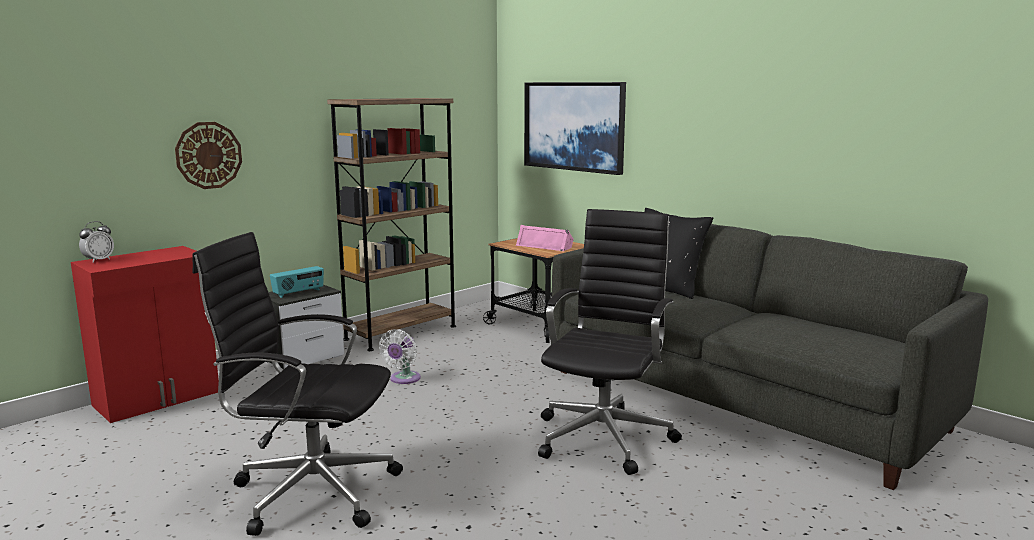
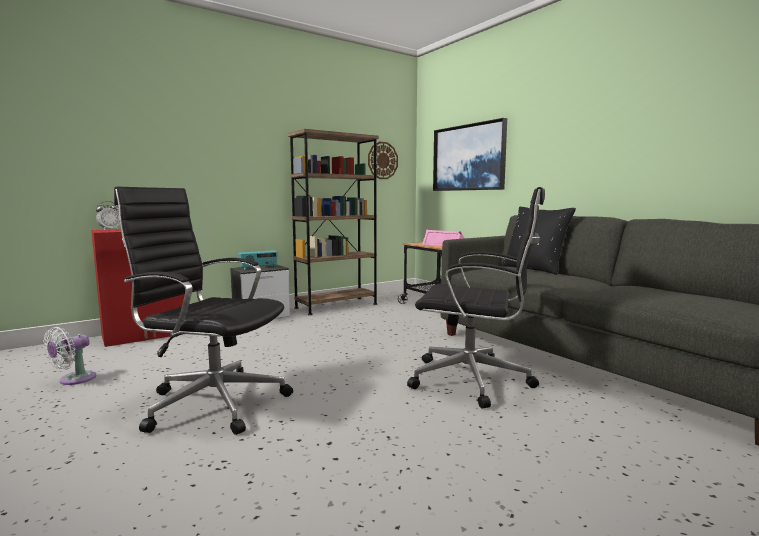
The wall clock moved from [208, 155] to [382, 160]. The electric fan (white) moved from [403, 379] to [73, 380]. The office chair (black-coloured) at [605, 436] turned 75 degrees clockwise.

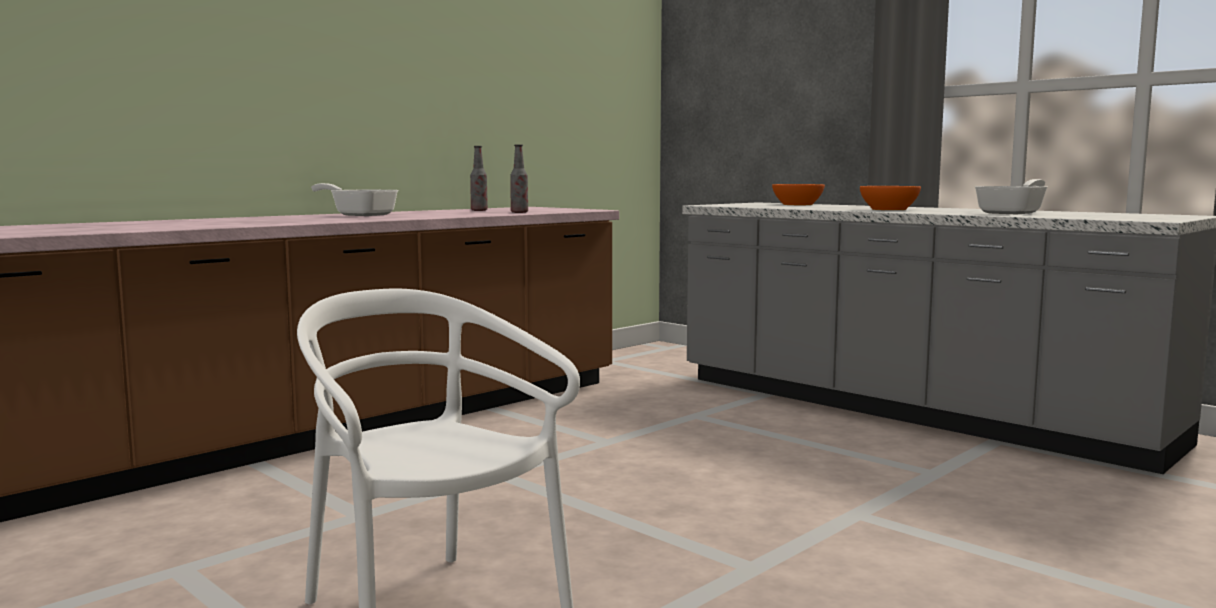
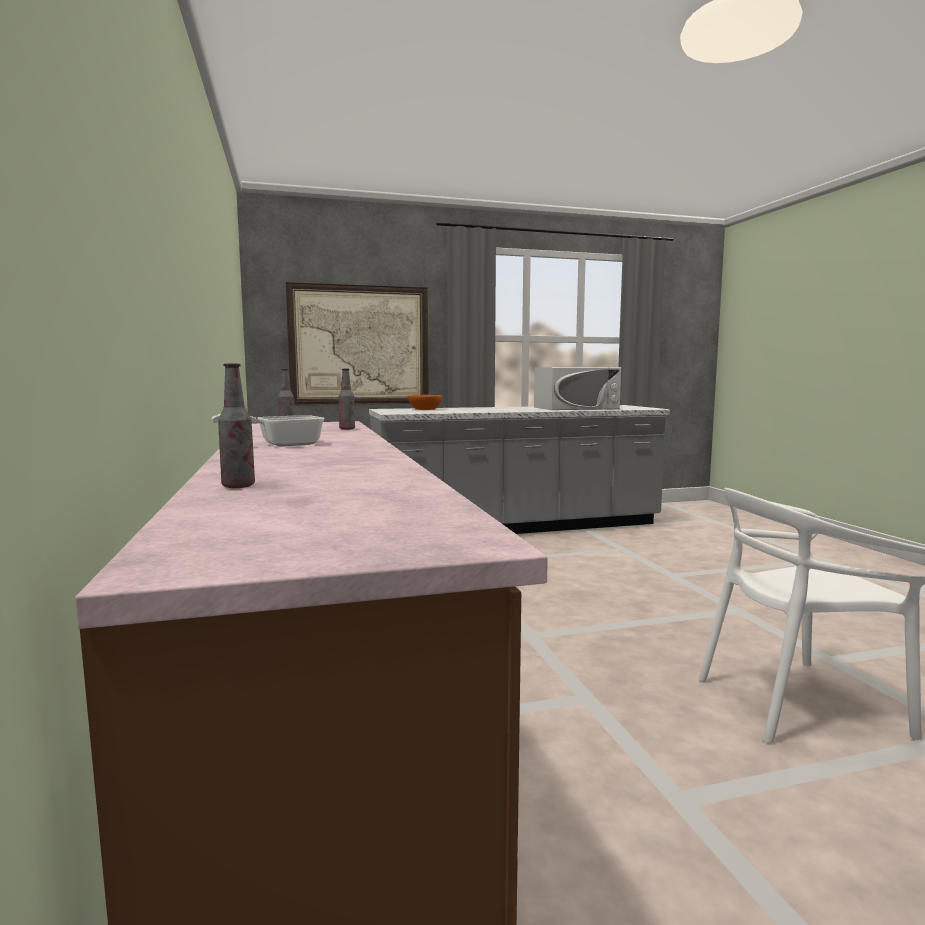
The deep dish (orangey) at [889, 209] disappeared. The drink bottle at [238, 486] appeared. The wall picture at [359, 345] appeared. The pan at [1014, 213] was replaced by the kitchen microwave (white) at [576, 408].

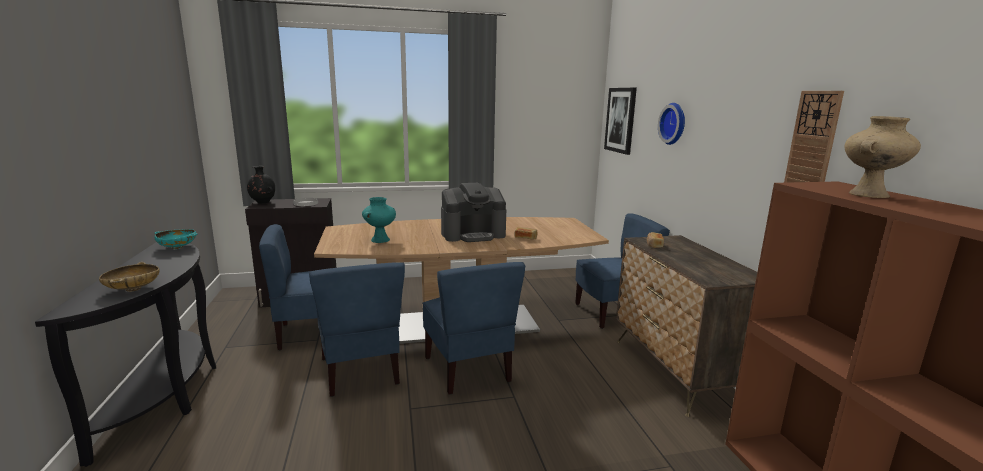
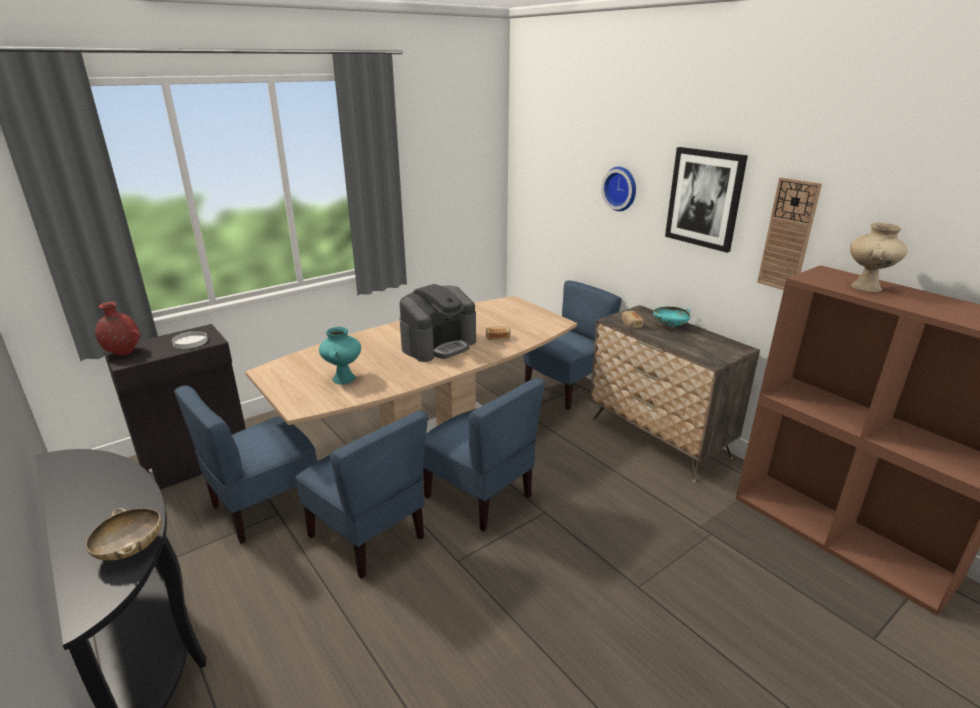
The deep dish (blue-green) moved from [178, 247] to [670, 325]. The wall picture moved from [620, 120] to [704, 198]. The flower vase (black-coloured) at [262, 202] became the flower vase (reddish) at [123, 353].

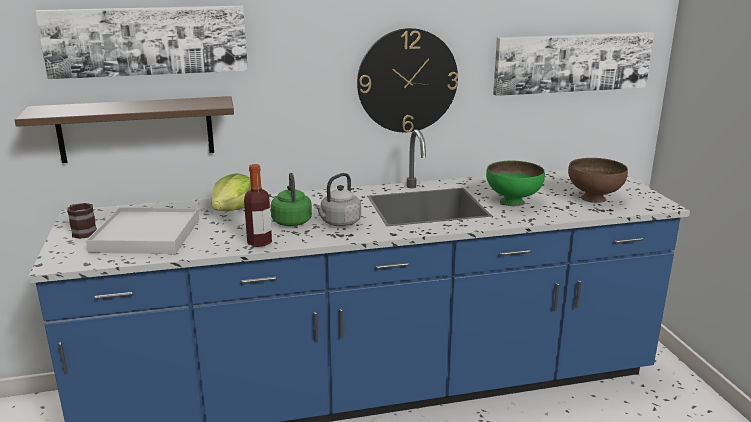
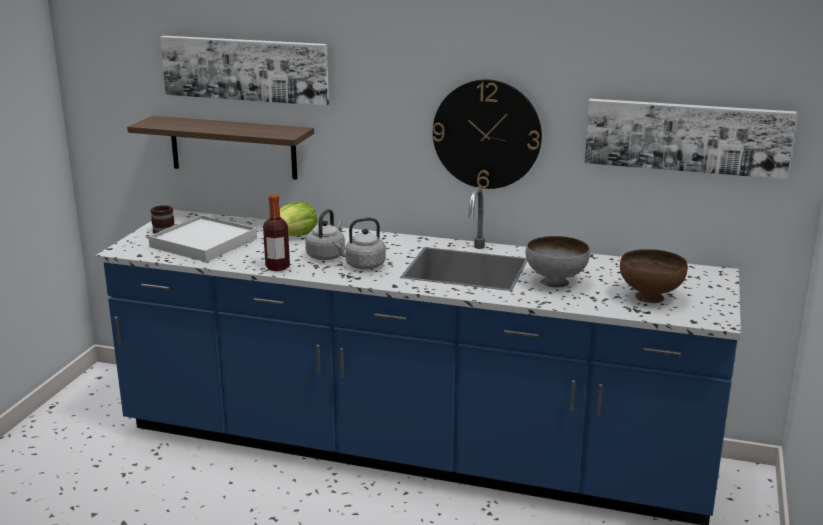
The kettle (greenish) at [291, 221] became the kettle (grey) at [326, 255]. The deep dish (greenish) at [513, 202] became the deep dish (grey) at [555, 282].

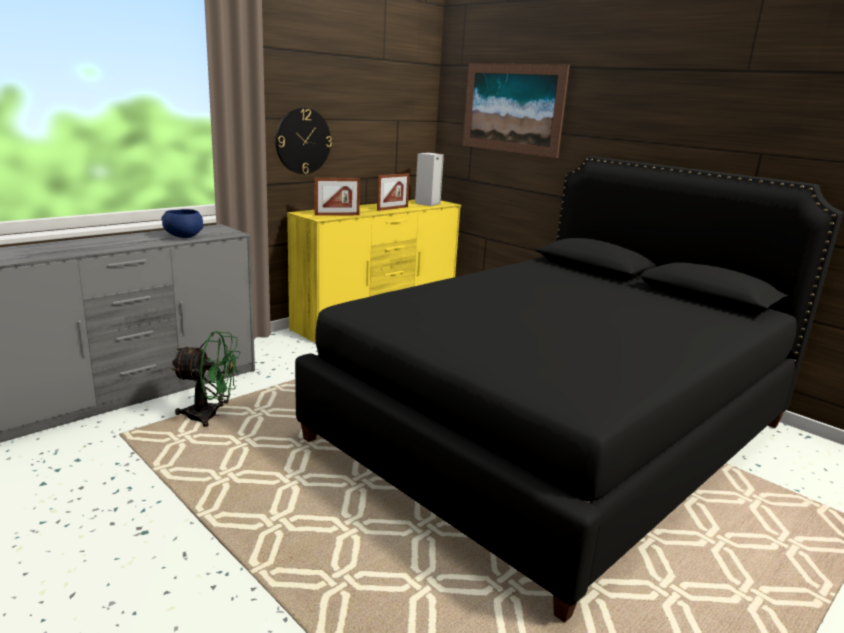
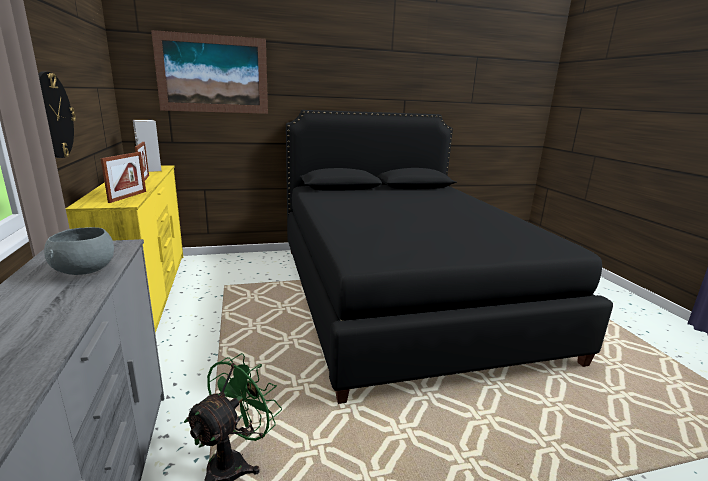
The deep dish (bluish) at [183, 237] became the deep dish (grey) at [84, 272].

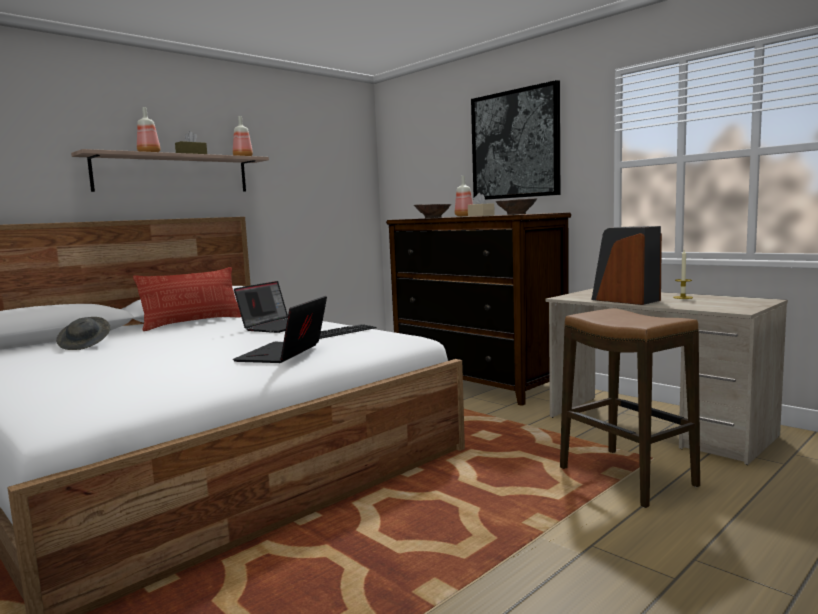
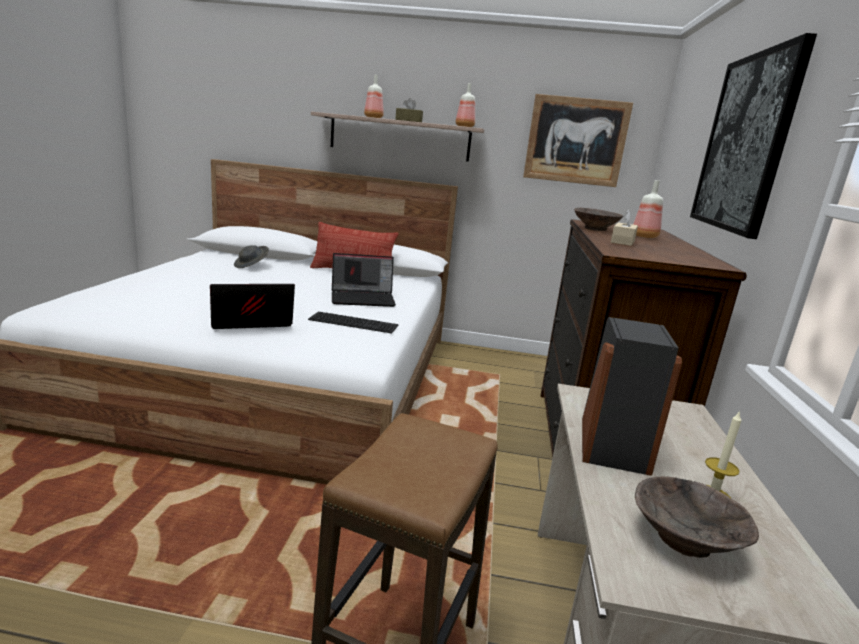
The wall picture at [576, 141] appeared. The deep dish (brown-coloured) moved from [516, 214] to [686, 540].

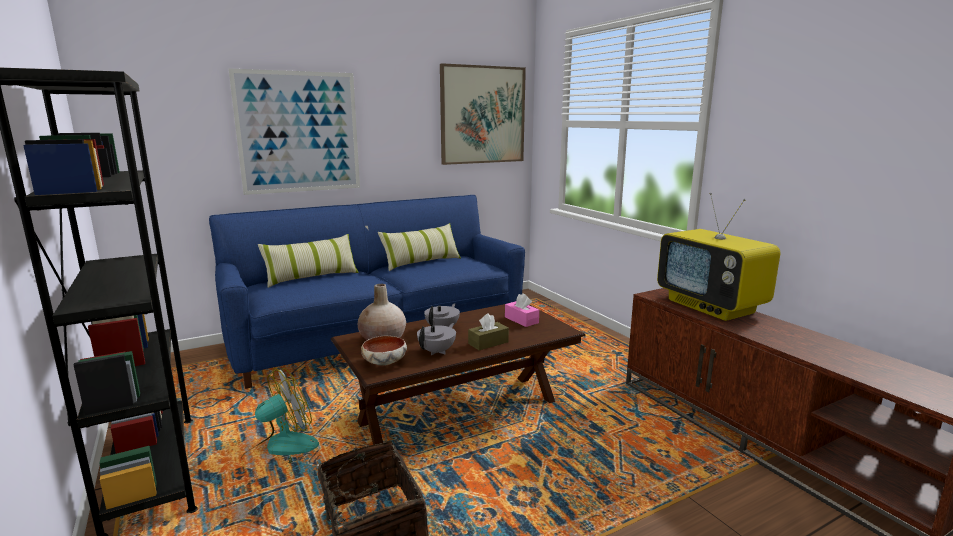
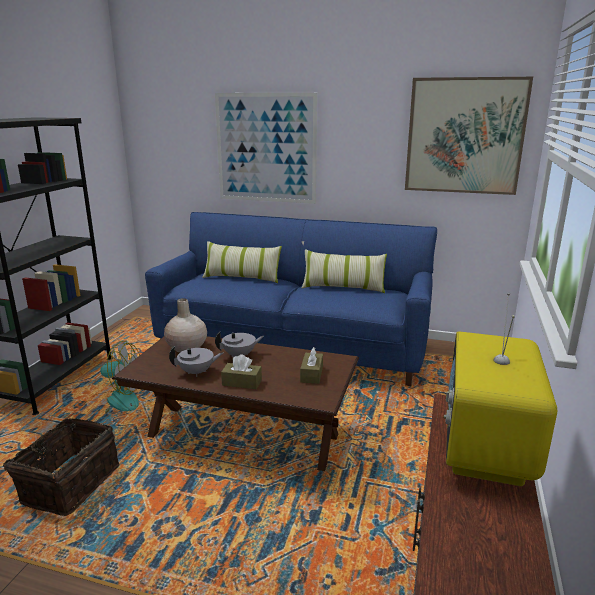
The deep dish at [385, 362] disappeared. The tissue holder (pinkish) at [521, 320] became the tissue holder (brown-coloured) at [311, 374].

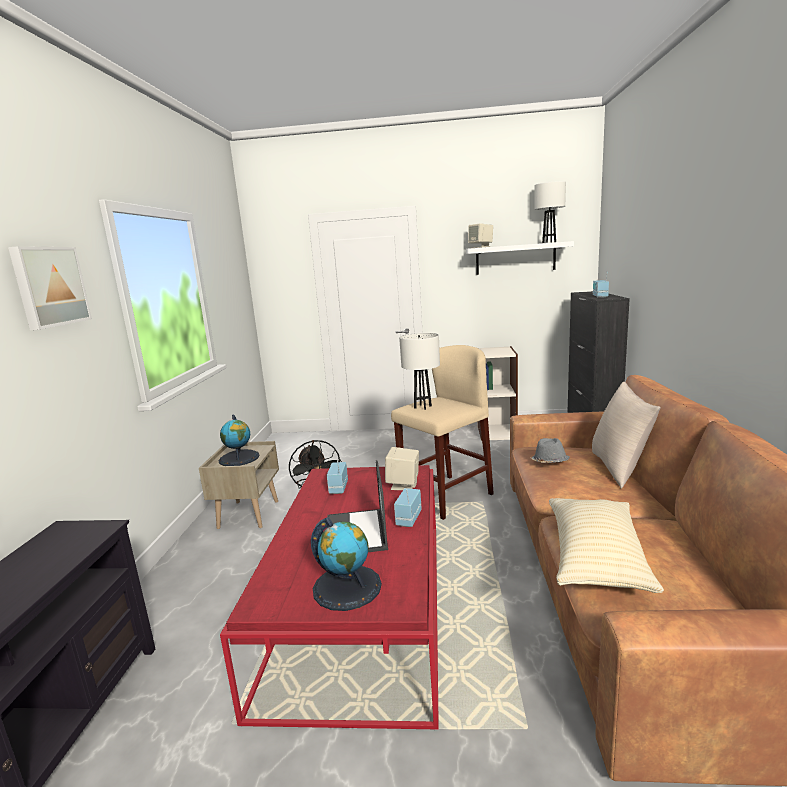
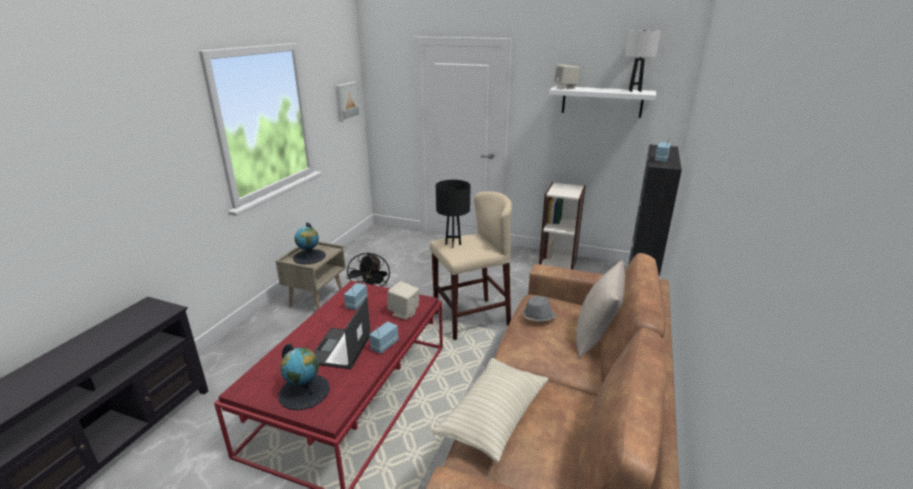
The wall picture moved from [49, 286] to [346, 101]. The table lamp (white) at [423, 407] became the table lamp (black-coloured) at [453, 244].

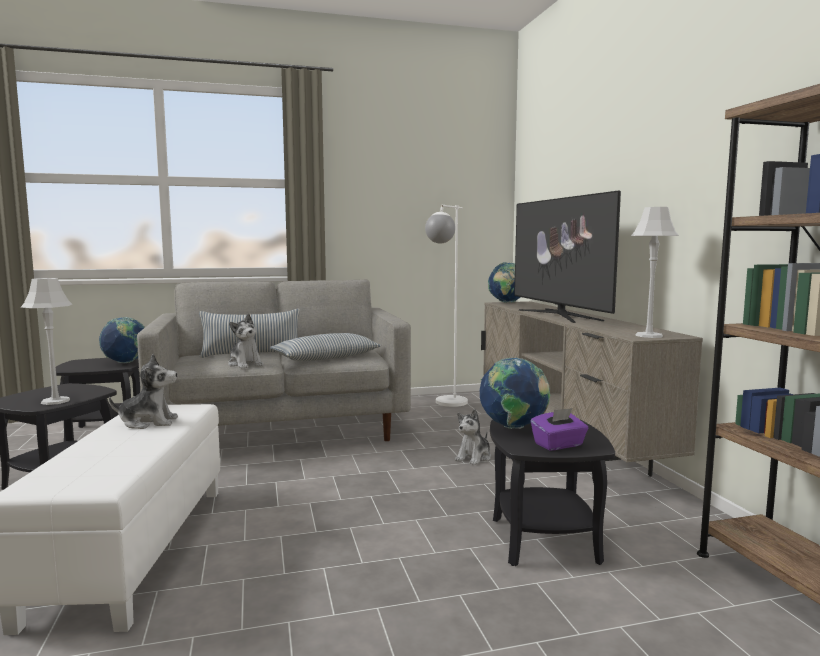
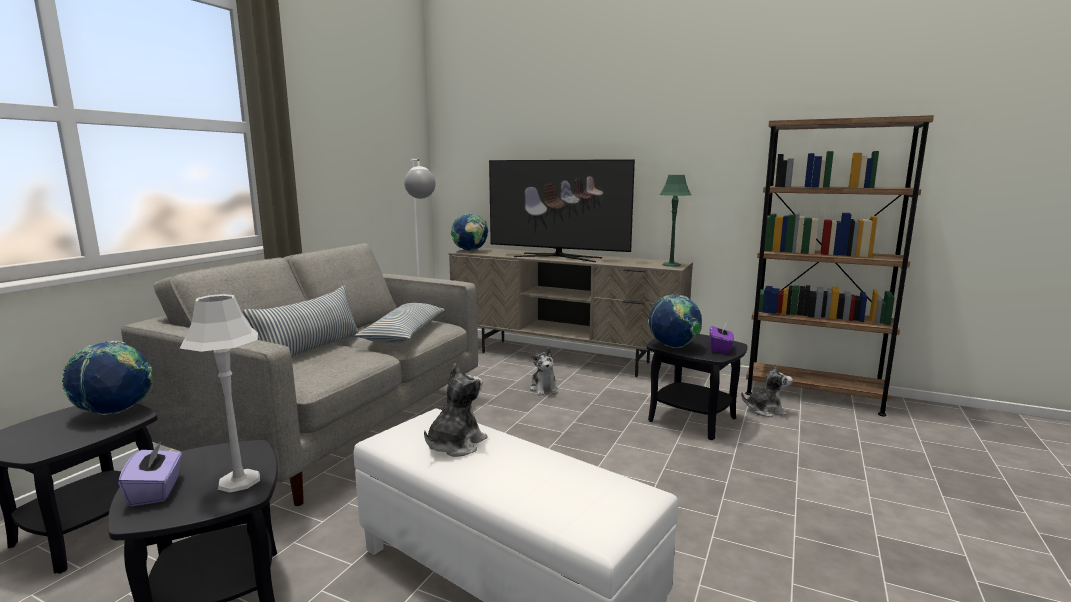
The tissue holder (purple) at [156, 491] appeared. The plush toy moved from [245, 364] to [765, 410]. The table lamp (grey) at [648, 335] became the table lamp (greenish) at [671, 265].

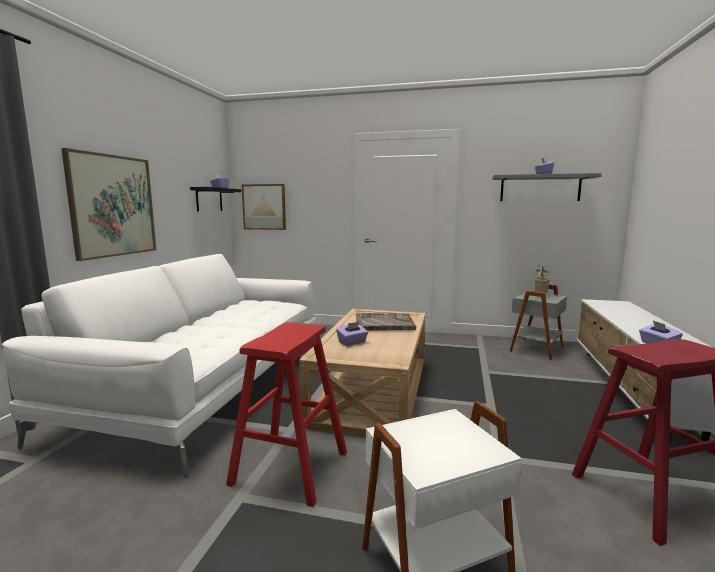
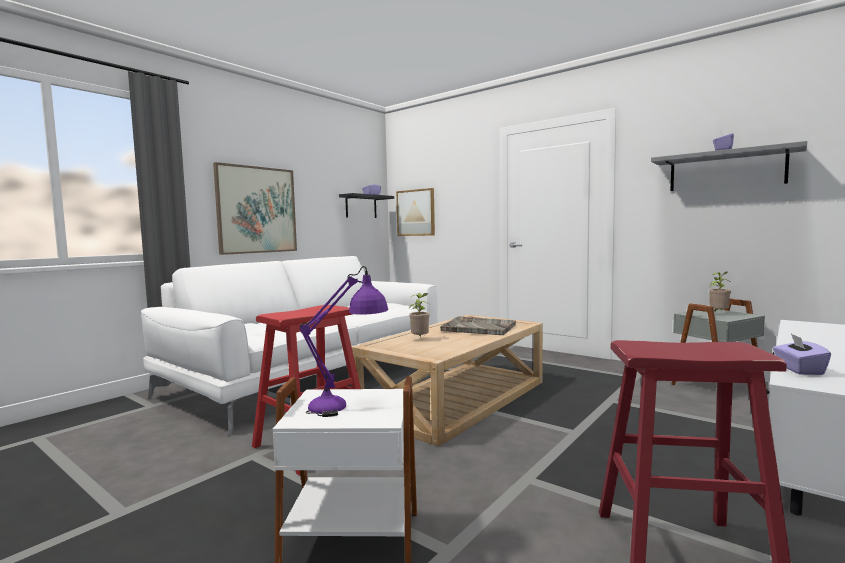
The table lamp (purple) at [348, 404] appeared. The tissue holder (purple) at [352, 342] was replaced by the plant in a pot at [420, 339].

